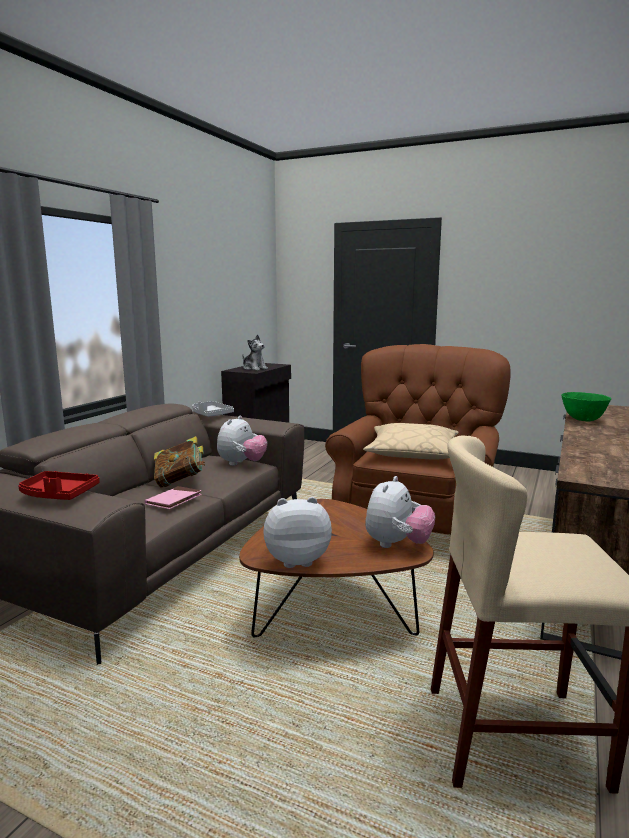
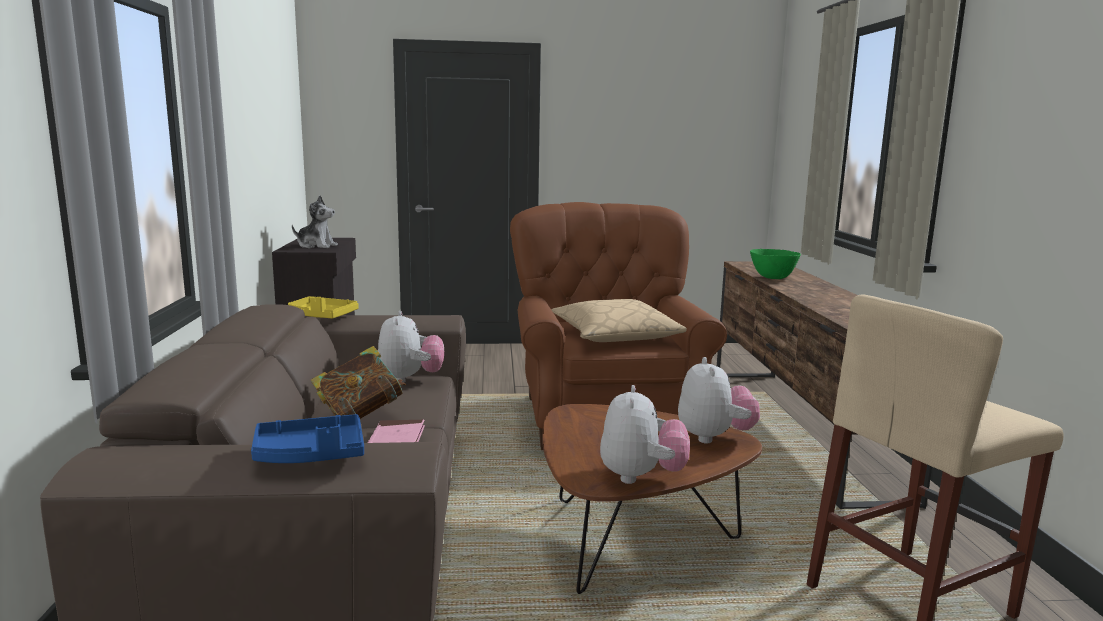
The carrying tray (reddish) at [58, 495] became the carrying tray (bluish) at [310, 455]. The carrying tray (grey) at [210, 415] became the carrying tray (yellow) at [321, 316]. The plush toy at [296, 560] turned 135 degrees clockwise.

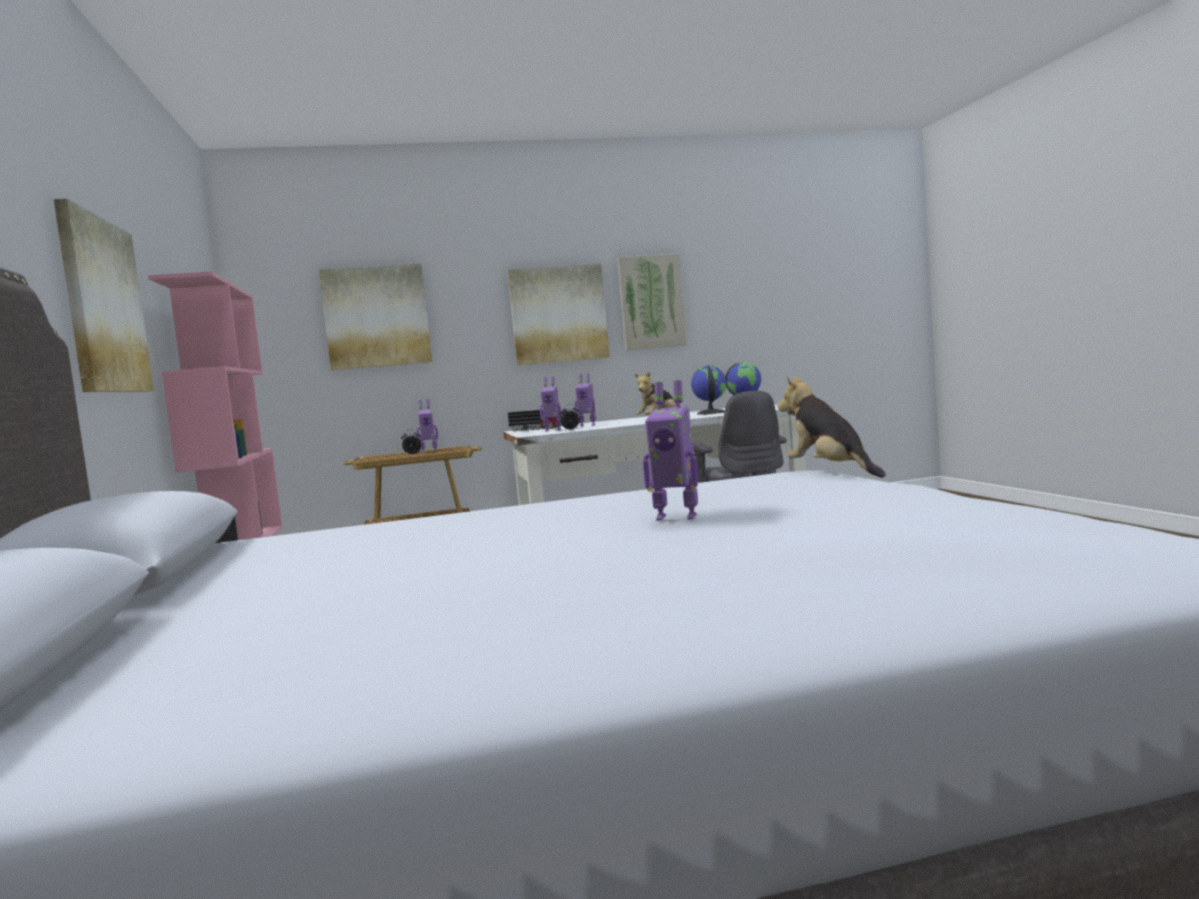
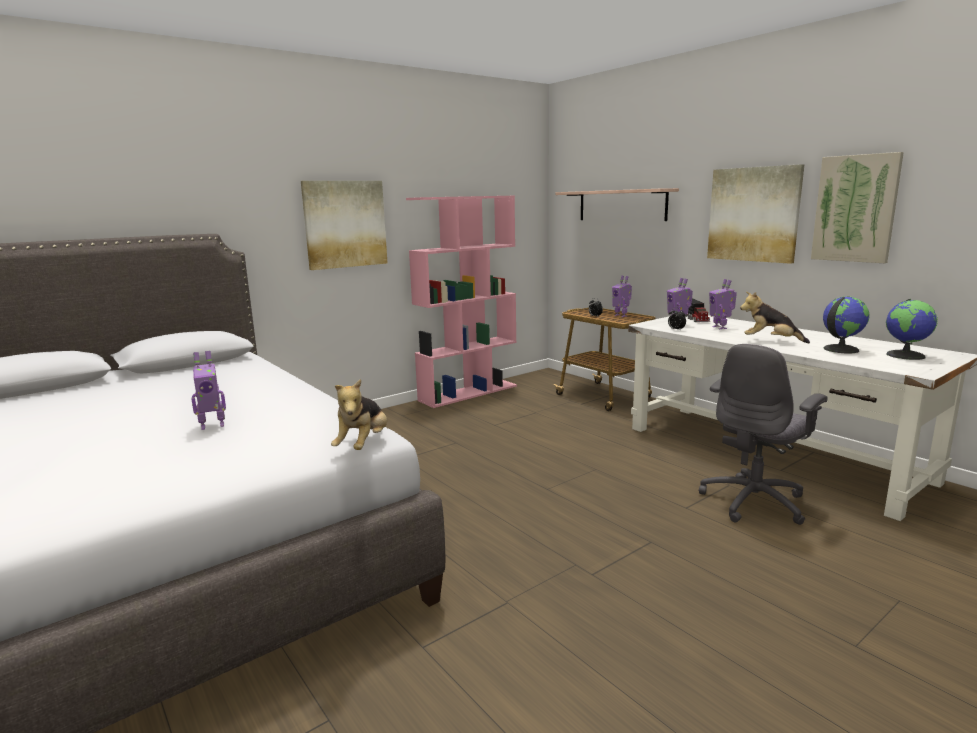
The wall picture at [376, 316] was replaced by the bracket shelf at [621, 205]. The robot figure at [677, 517] turned 105 degrees counterclockwise. The plush toy at [831, 472] turned 150 degrees clockwise.

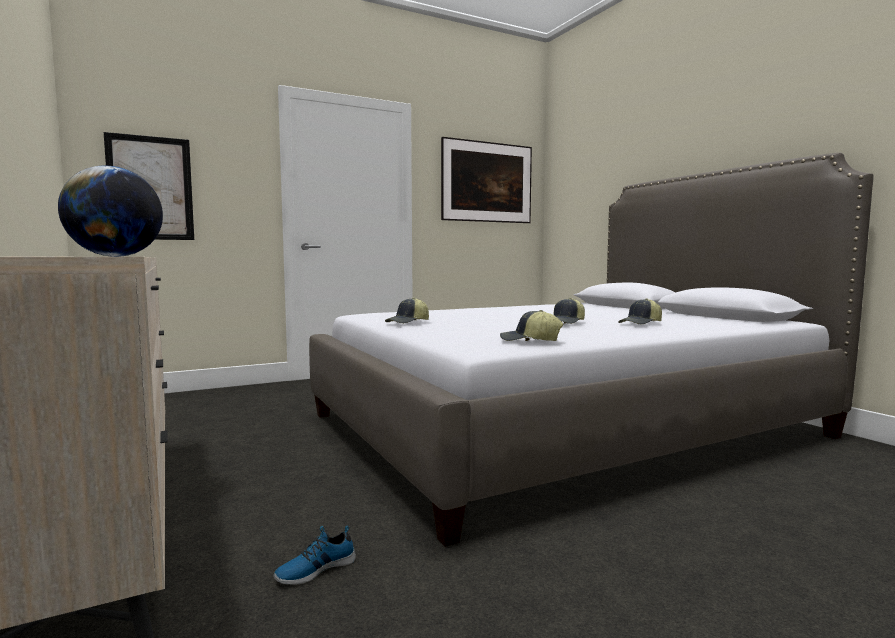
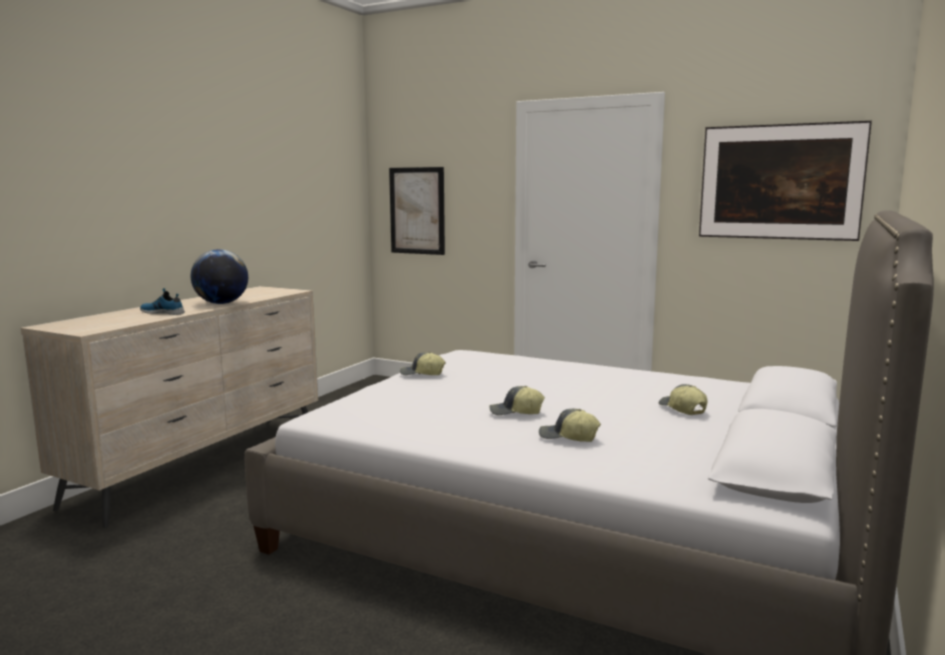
The item of footwear moved from [315, 569] to [163, 312]. The baseball cap moved from [529, 341] to [681, 409].

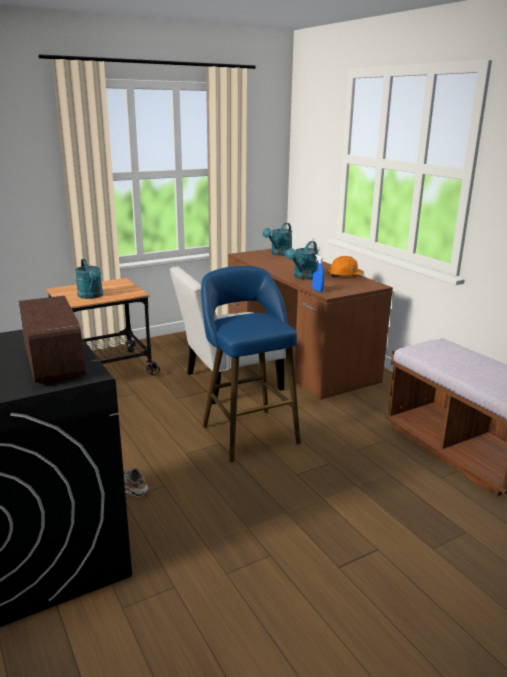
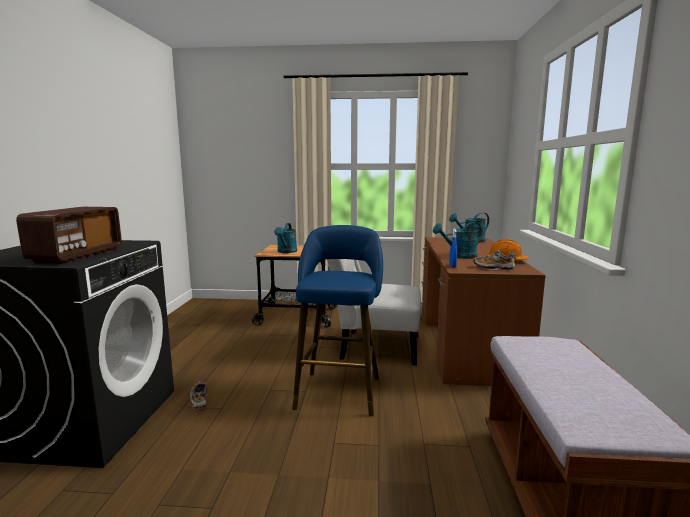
The item of footwear at [493, 268] appeared.

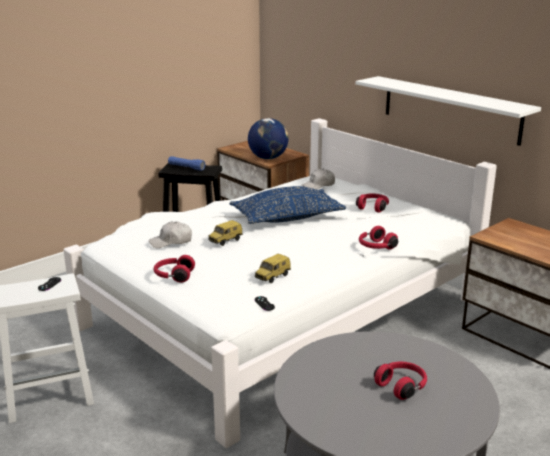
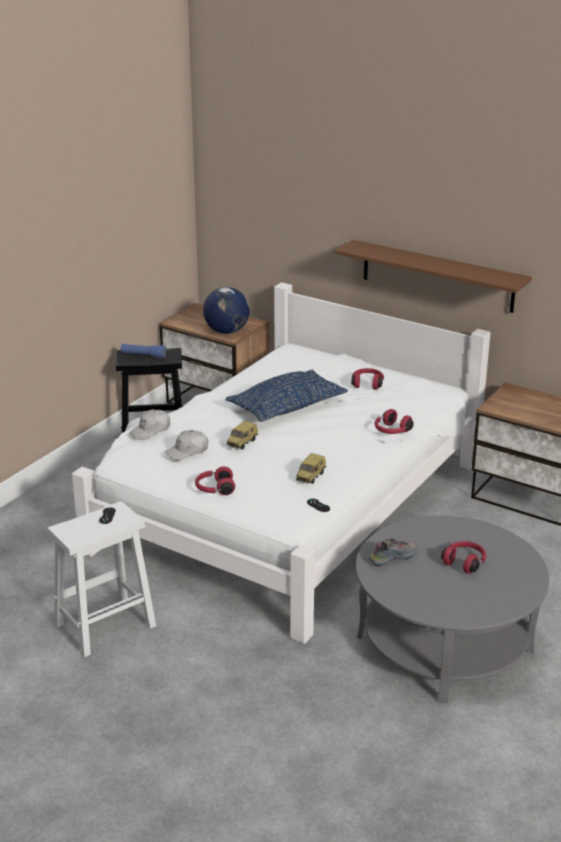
The item of footwear at [393, 557] appeared. The baseball cap (white) moved from [318, 185] to [151, 430]. The bracket shelf (white) at [450, 109] became the bracket shelf (brown-coloured) at [437, 276].

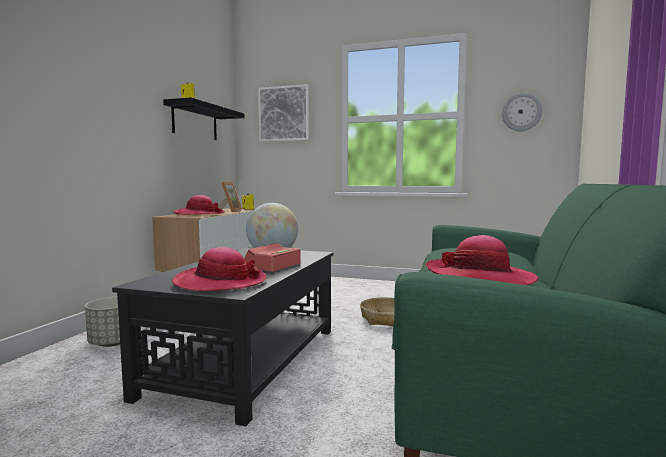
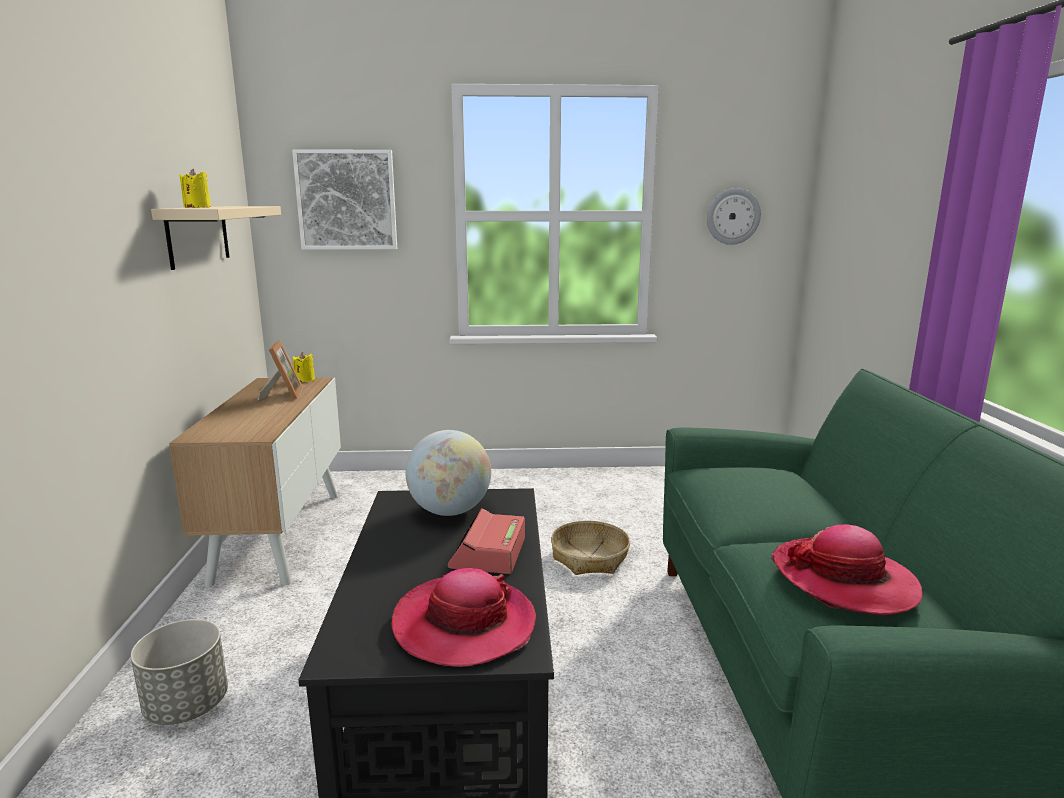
The clothing hat at [199, 214] disappeared. The bracket shelf (black-coloured) at [195, 122] became the bracket shelf (beige-coloured) at [198, 235].

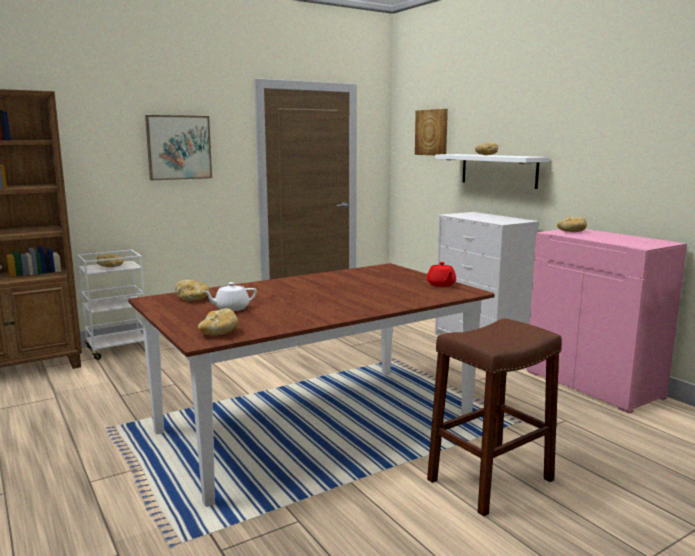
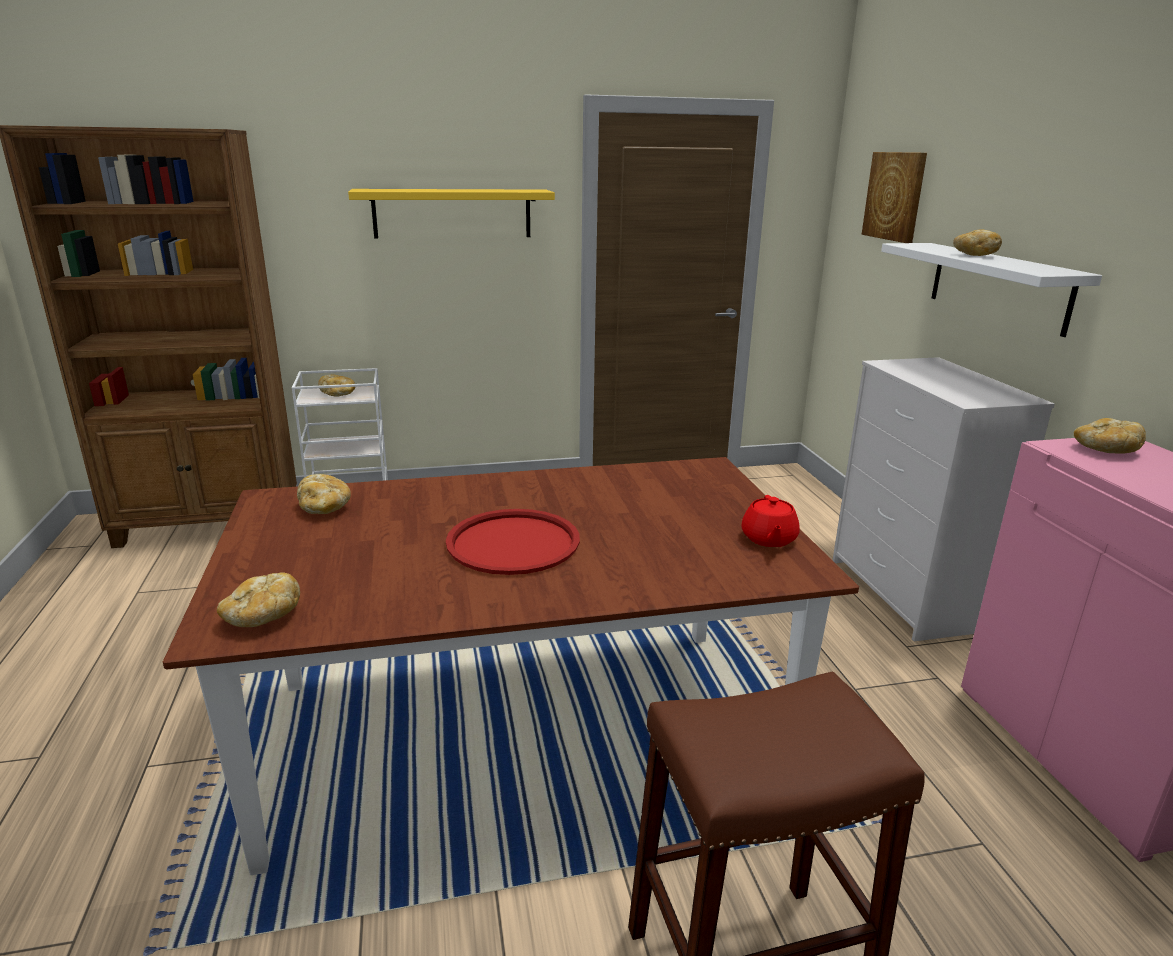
The pot for tea (white) at [231, 308] disappeared. The carrying tray (reddish) at [513, 543] appeared. The wall picture at [179, 147] was replaced by the bracket shelf (yellow) at [452, 213].

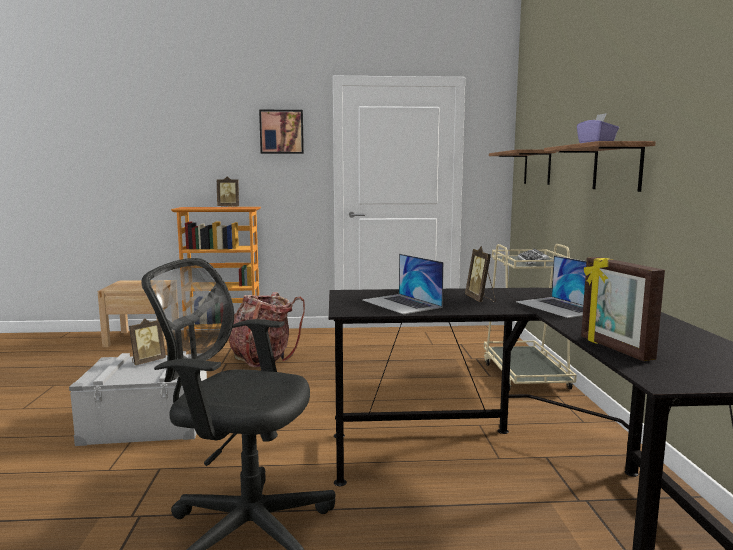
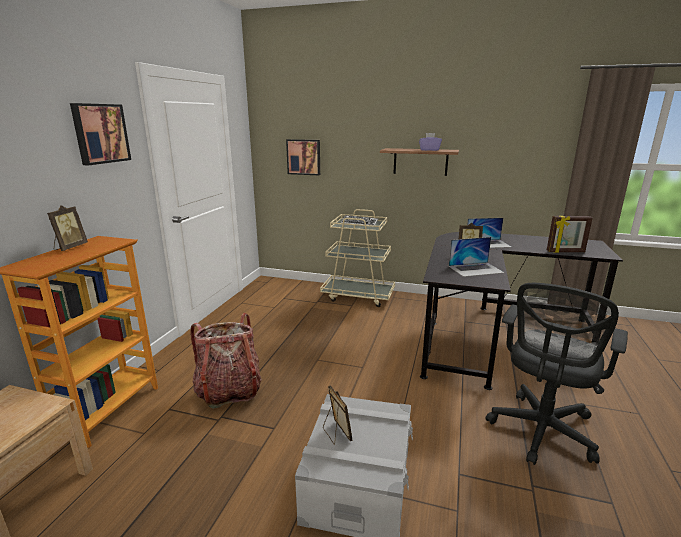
The bracket shelf at [537, 167] was replaced by the wall picture at [304, 157].

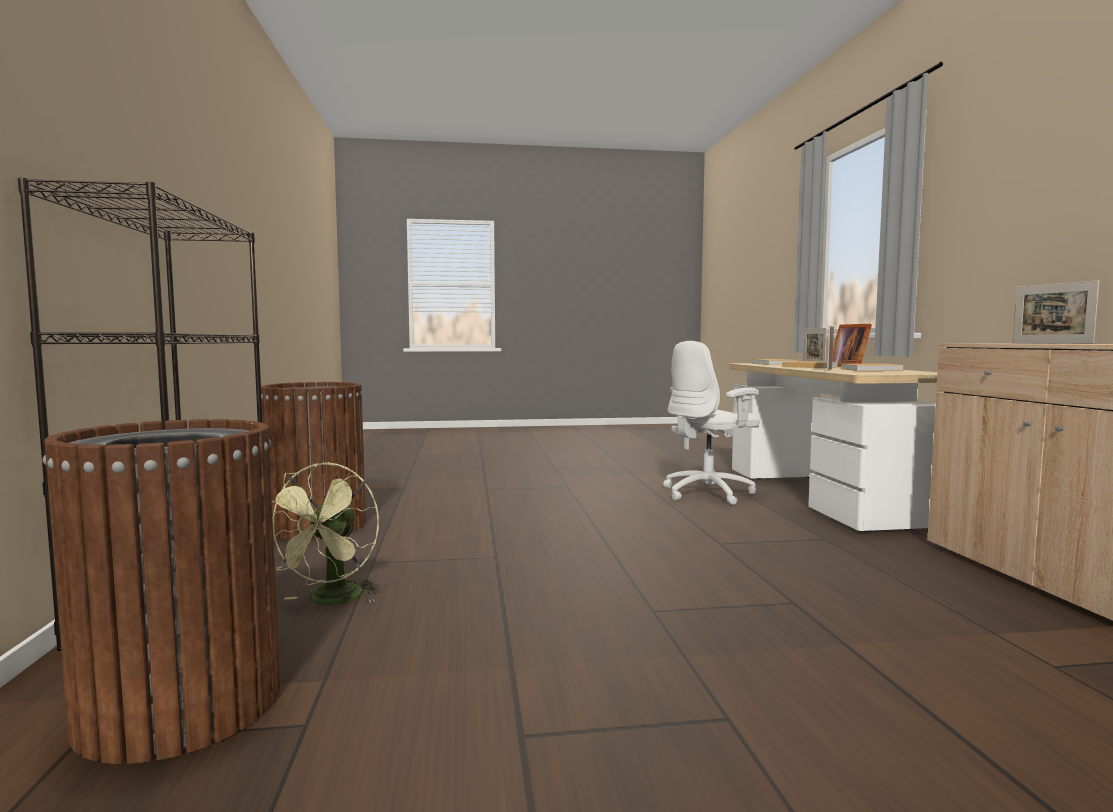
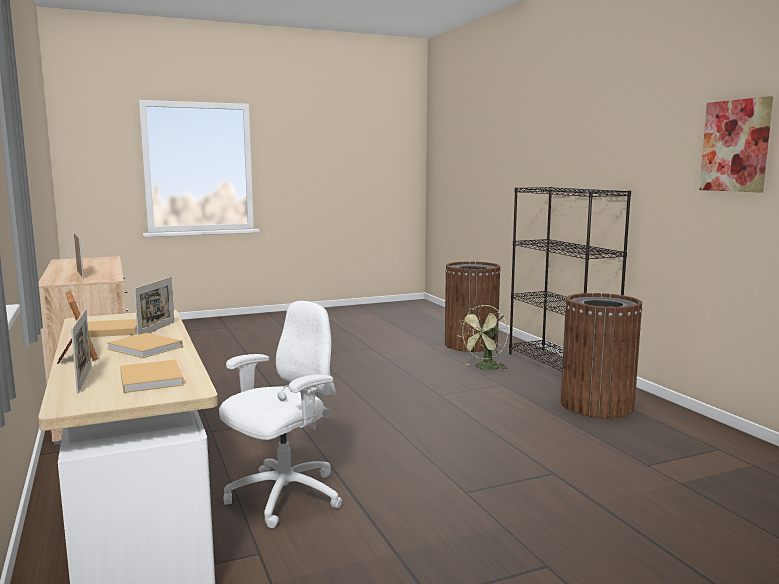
The wall picture at [735, 146] appeared. The electric fan (greenish) at [331, 601] turned 135 degrees counterclockwise.

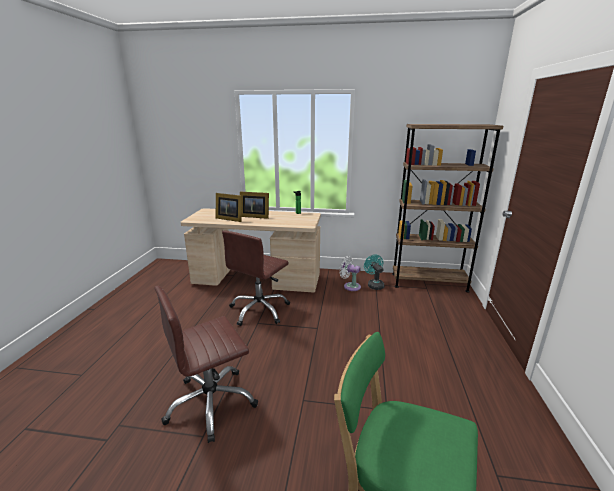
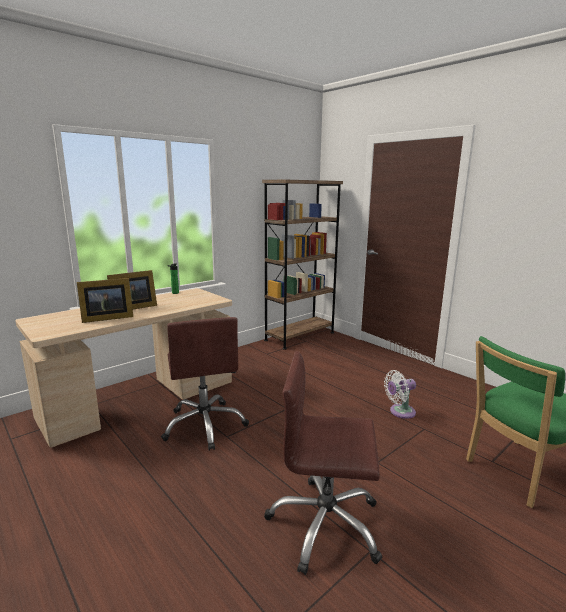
The electric fan (blue-green) at [374, 285] disappeared. The electric fan (white) moved from [350, 286] to [400, 412]. The office chair (brown-coloured) at [211, 403] turned 90 degrees clockwise.

